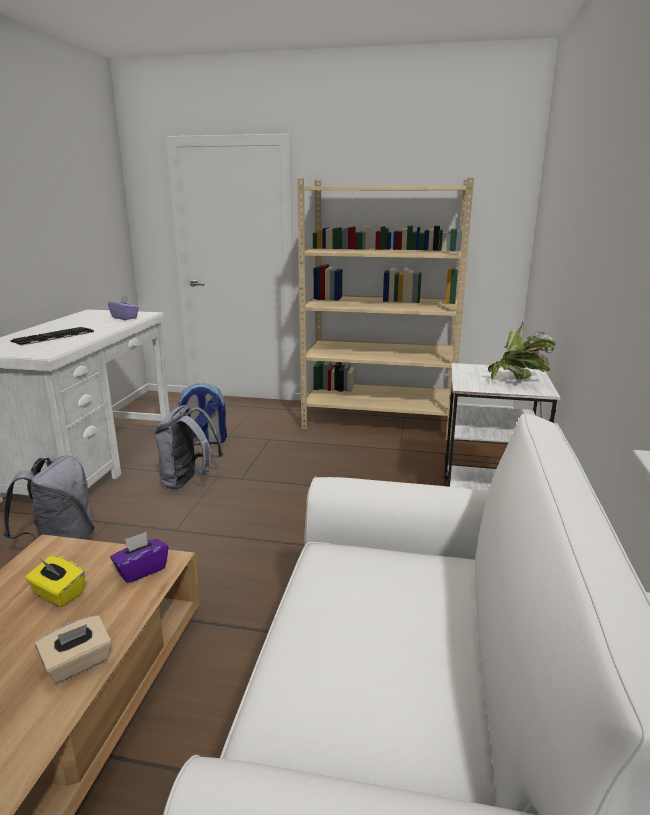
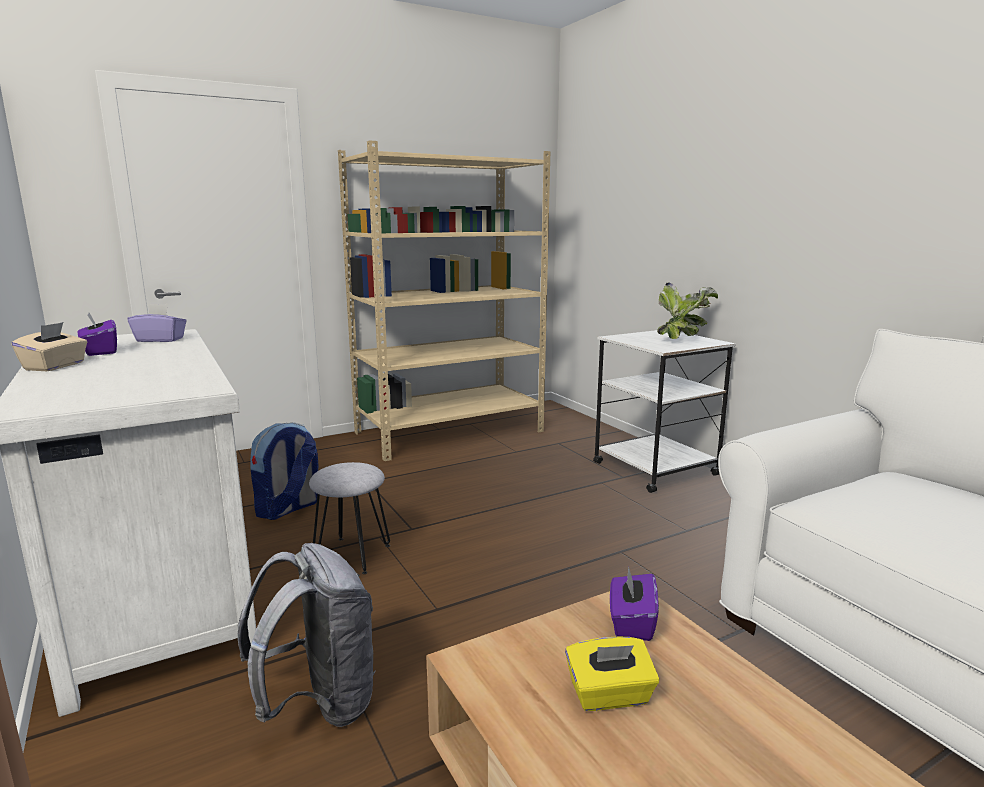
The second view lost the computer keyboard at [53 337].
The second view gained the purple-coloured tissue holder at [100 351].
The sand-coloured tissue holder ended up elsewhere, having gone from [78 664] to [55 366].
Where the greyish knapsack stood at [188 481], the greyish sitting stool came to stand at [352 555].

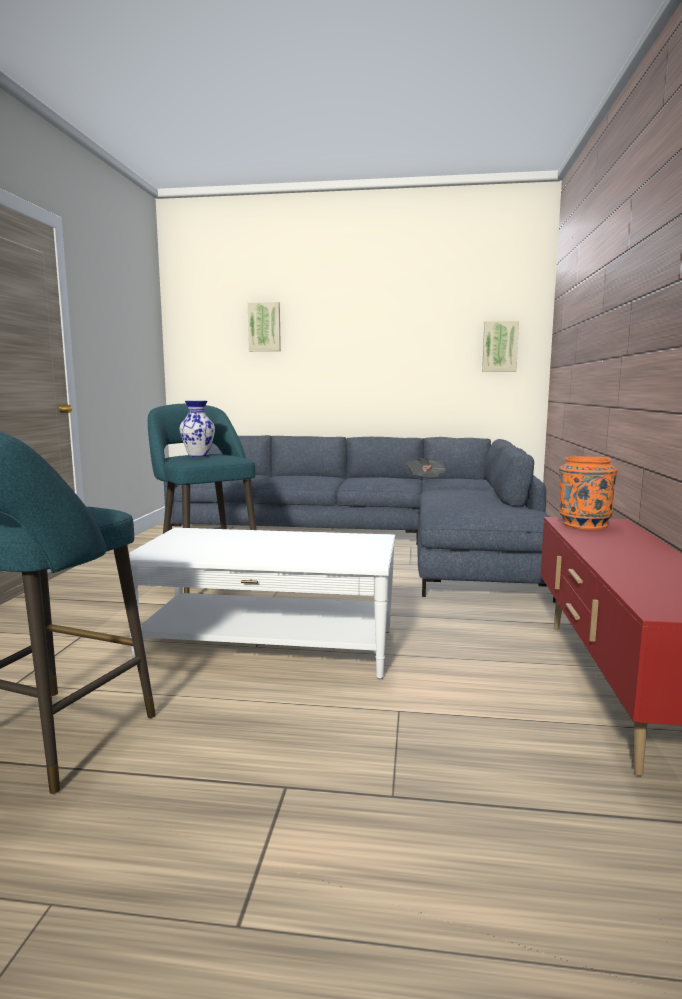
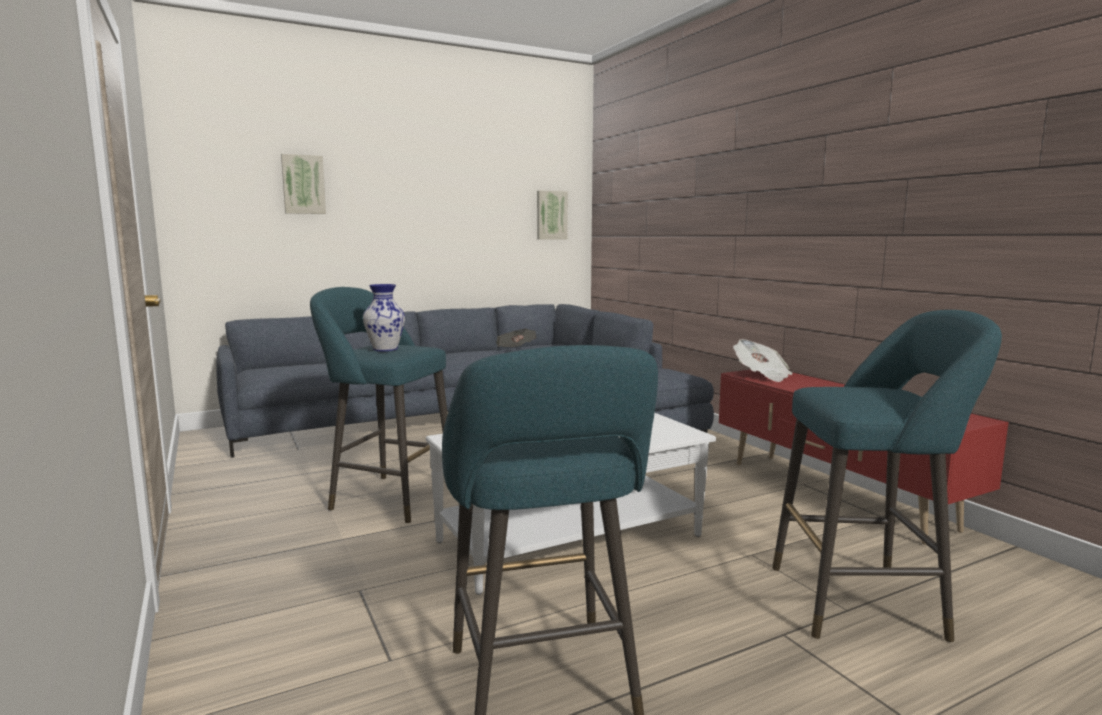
The second view gained the turquoise sitting stool at [865 601].
Where the orangey decorative vase stood at [583 525], the newspaper came to stand at [761 376].

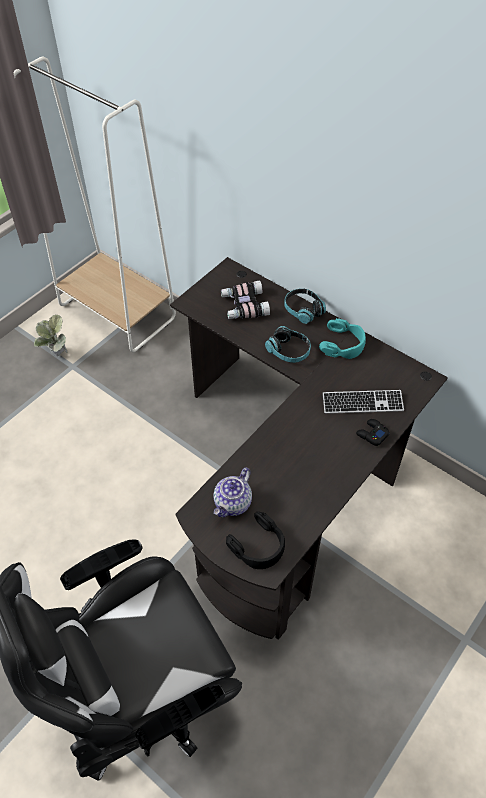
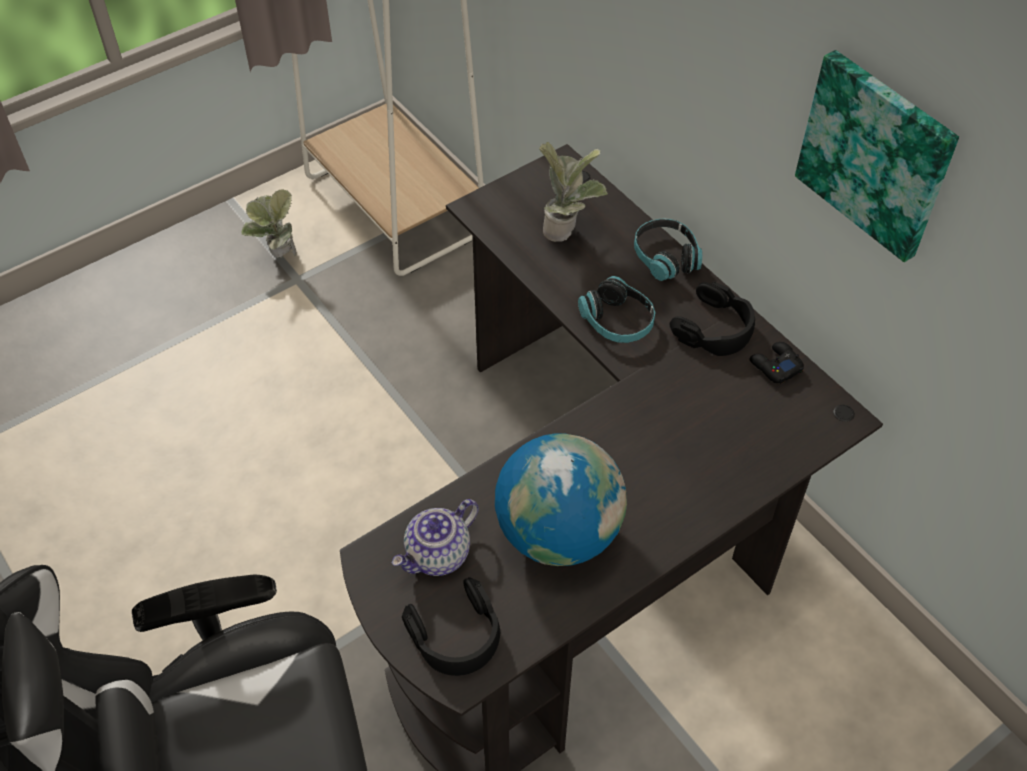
The second view lost the computer keyboard at [362 403].
The second view gained the world globe at [559 533].
The second view gained the wall art at [876 154].
The blackish gamepad ended up elsewhere, having gone from [372 434] to [775 366].
Where the field glasses stood at [243 305], the houseplant came to stand at [567 230].
What was the turquoise headset at [343 344] turned into the blackish headset at [715 328].

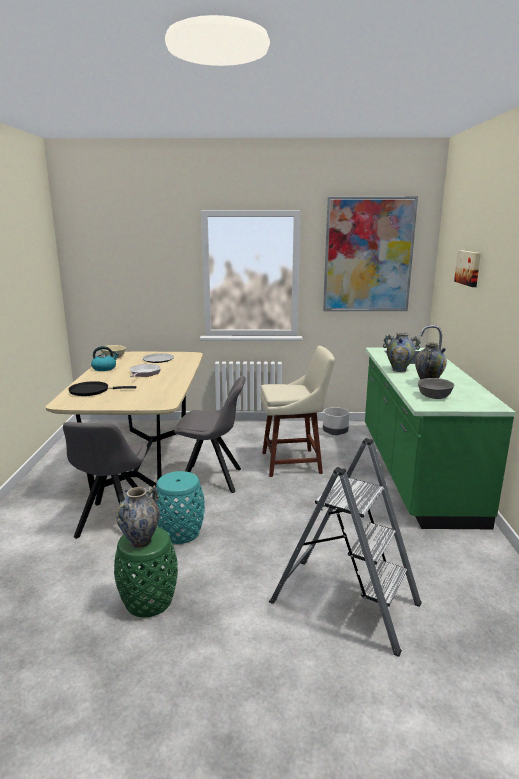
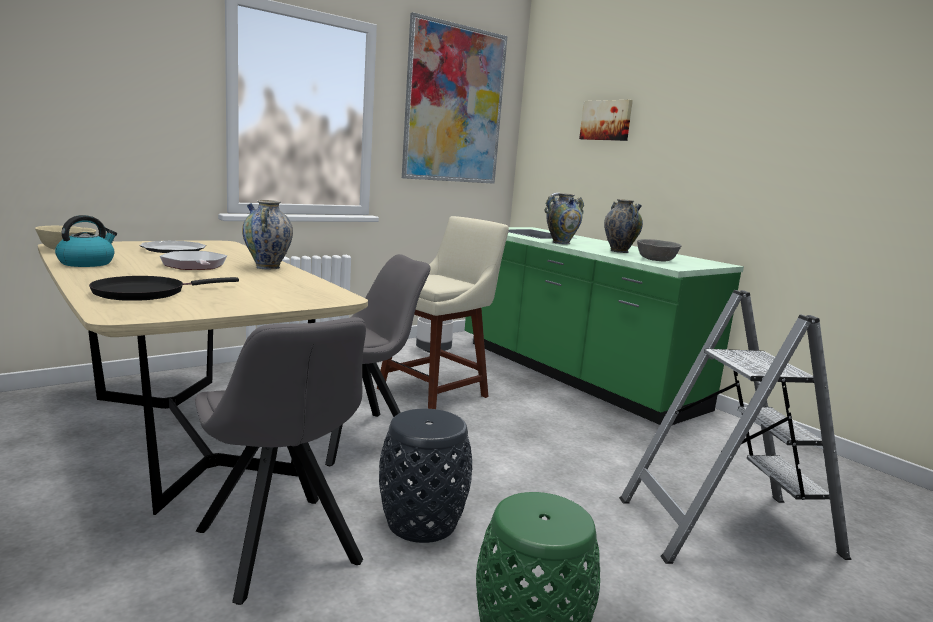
The decorative vase ended up elsewhere, having gone from [140 542] to [267 267].
What was the turquoise sitting stool at [180 533] turned into the blackish sitting stool at [421 523].

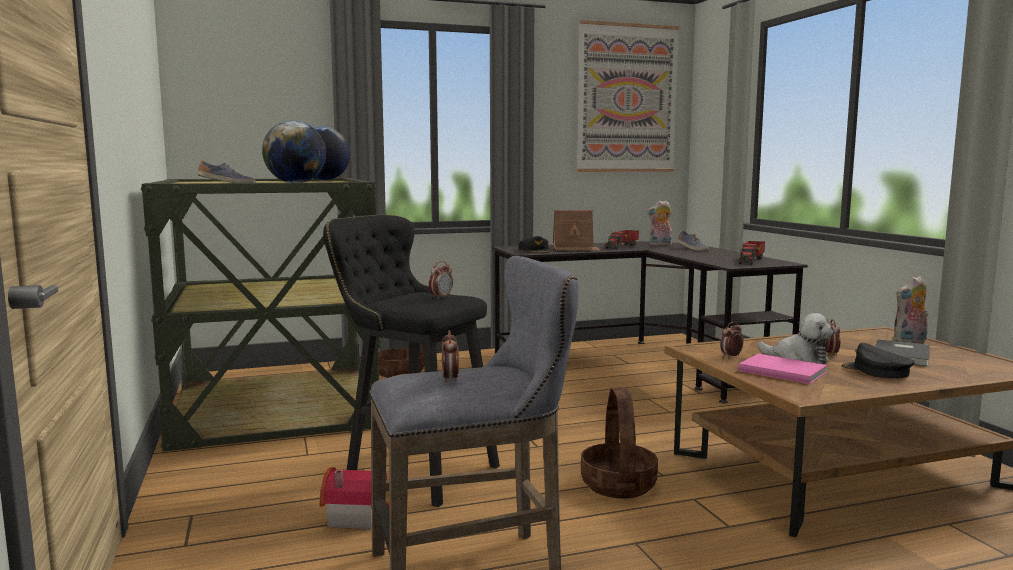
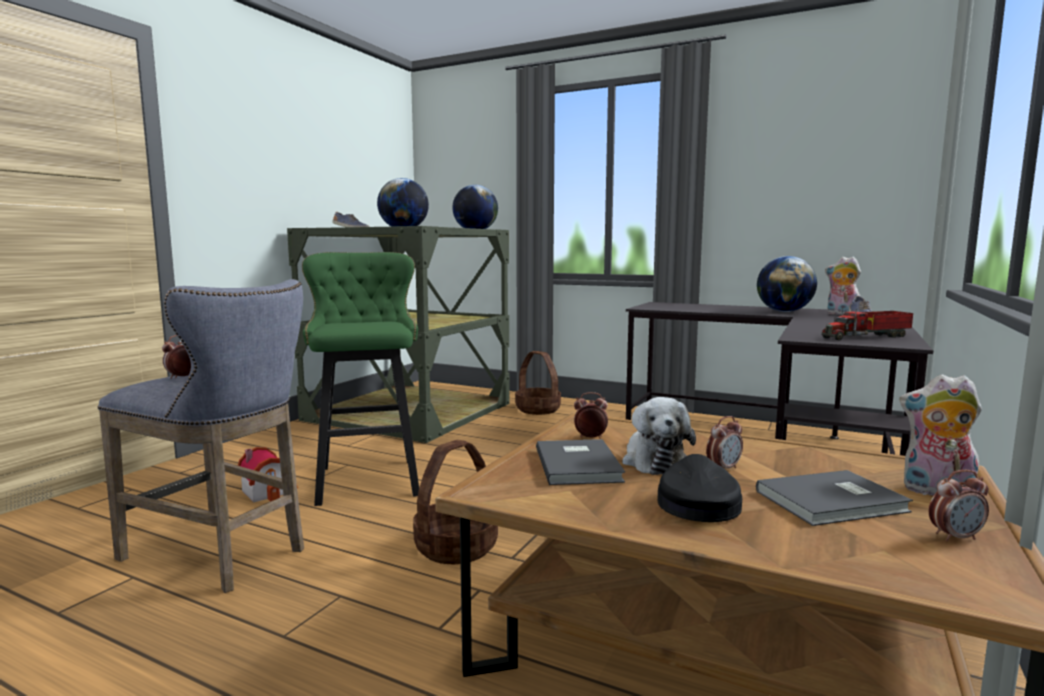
The second view lost the blackish peaked cap at [534 250].
The second view lost the miniature house at [575 249].
The second view lost the wall art at [627 99].
The alarm clock ended up elsewhere, having gone from [441 297] to [955 537].
Where the toy truck stood at [622 246], the world globe came to stand at [784 311].
What was the blackish sitting stool at [410 469] turned into the green sitting stool at [368 475].
What was the pink volume at [781 371] turned into the greyish volume at [580 464].

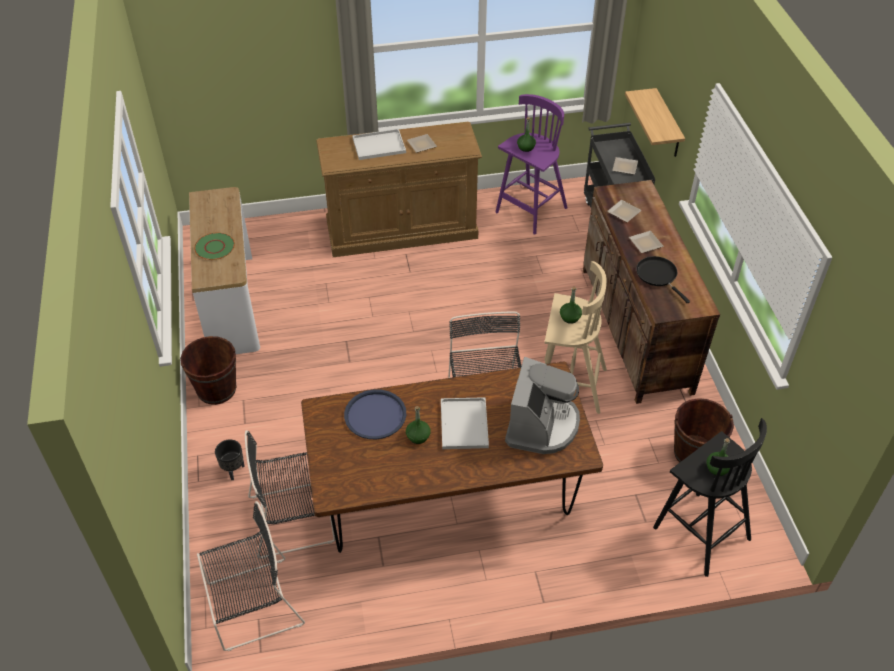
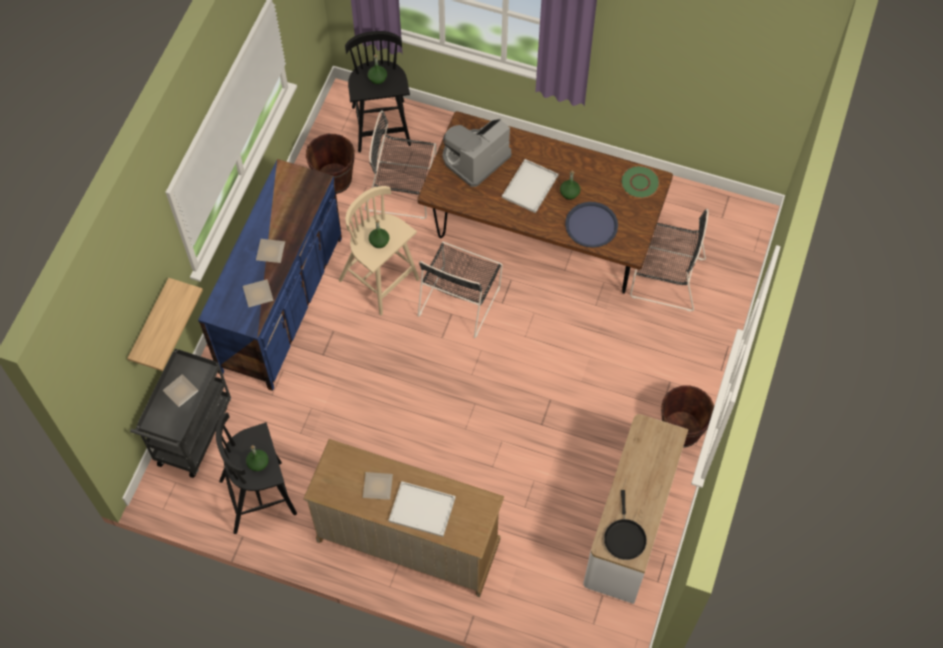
The second view lost the blackish plant pot at [233 471].
The green plate ended up elsewhere, having gone from [215 247] to [639 183].
The blackish plain chair ended up elsewhere, having gone from [251 605] to [404 190].
The blackish pan ended up elsewhere, having gone from [658 276] to [624 537].
What was the purple-coloured sitting stool at [530 211] turned into the blackish sitting stool at [260 496].
What was the brown-coloured storage cabinet at [634 331] turned into the blue storage cabinet at [283 303].

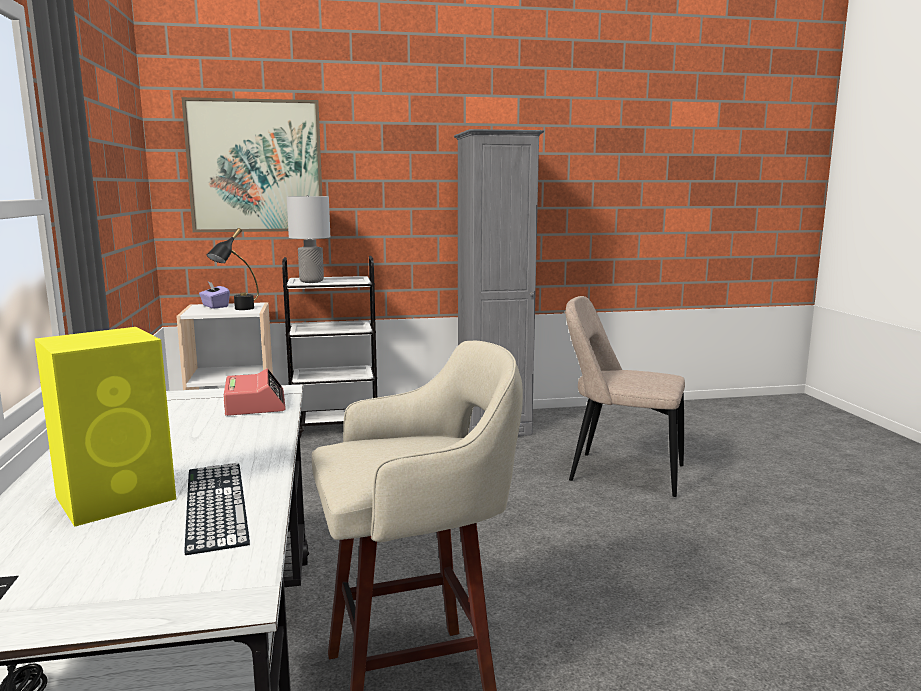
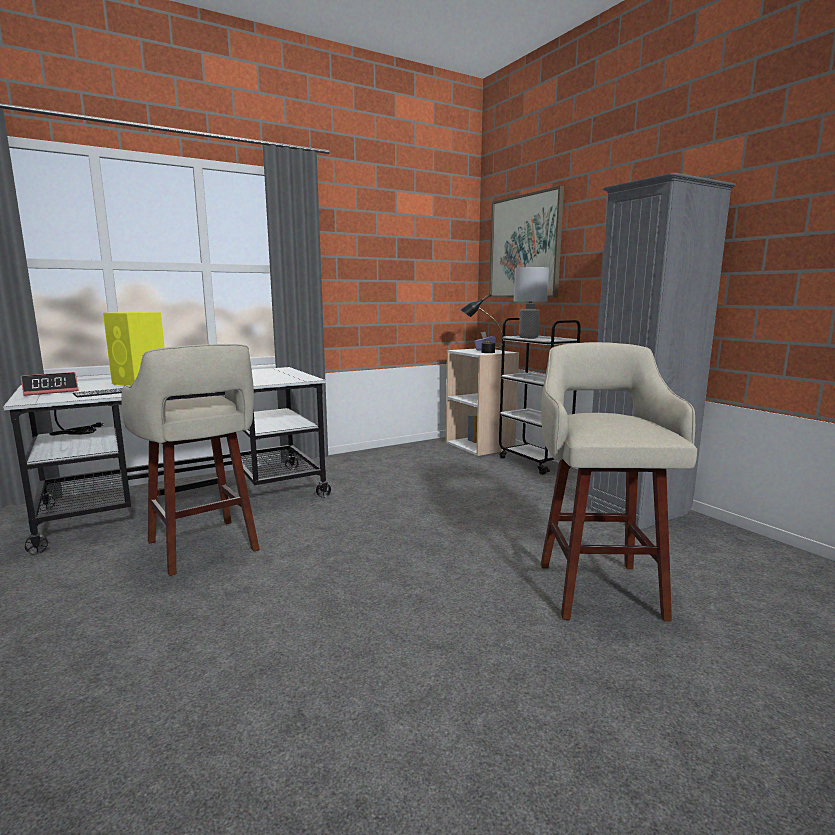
The alarm clock ended up elsewhere, having gone from [255 404] to [51 391].
Where the sand-coloured plain chair stood at [620 473], the sand-coloured sitting stool came to stand at [598 587].

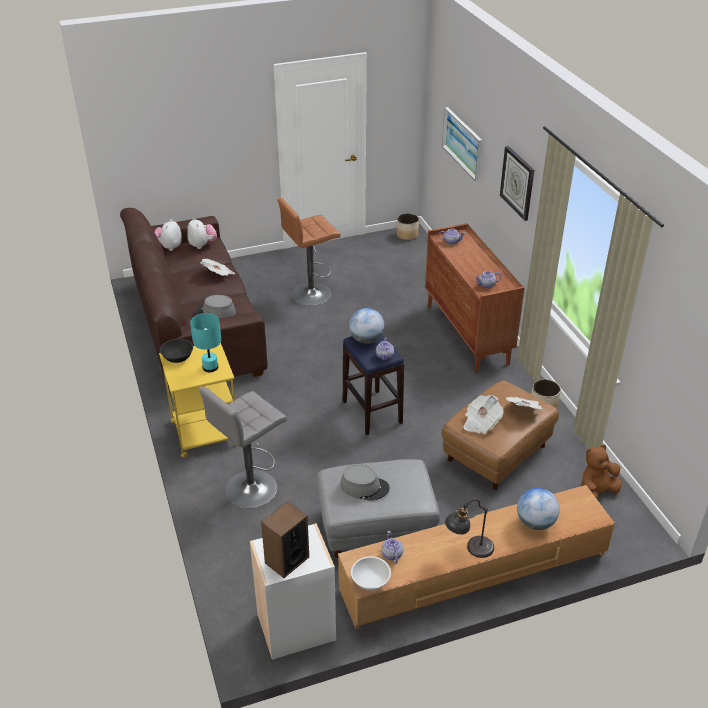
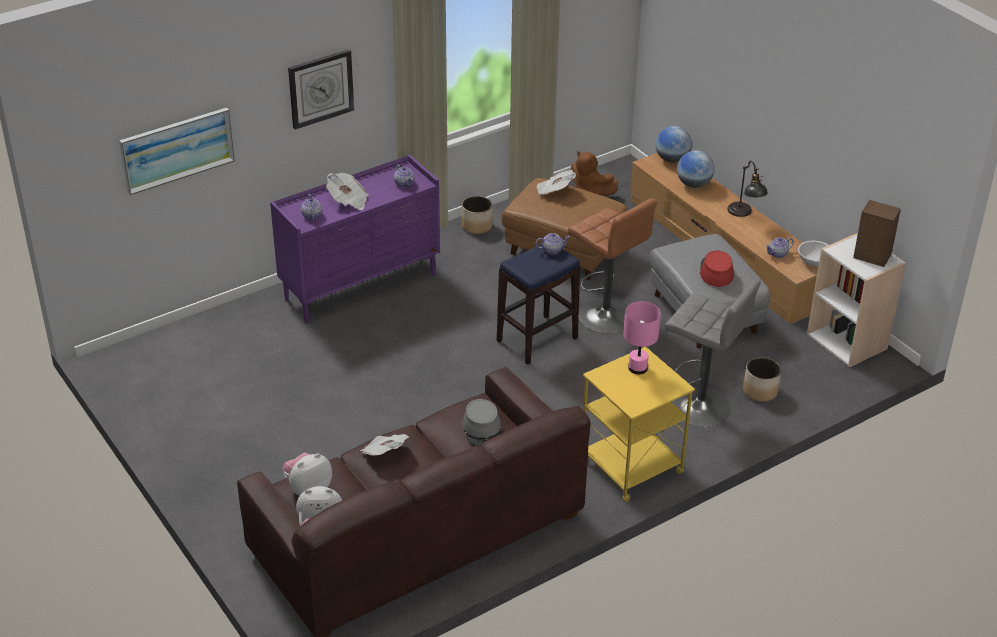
The second view lost the blackish bowl at [178 357].
The brown-coloured sitting stool ended up elsewhere, having gone from [310 294] to [605 316].
The world globe ended up elsewhere, having gone from [366 339] to [672 159].
The plant pot ended up elsewhere, having gone from [407 235] to [759 391].
The newspaper ended up elsewhere, having gone from [481 422] to [348 201].
What was the turquoise table lamp at [210 367] turned into the pink table lamp at [637 368].
What was the greyish hat at [364 487] turned into the red-coloured hat at [716 271].
What was the brown-coloured storage cabinet at [467 334] turned into the purple-coloured storage cabinet at [361 286].

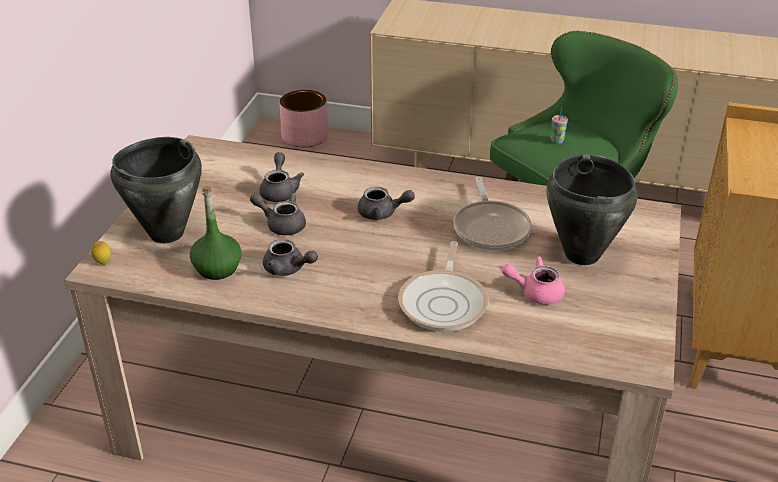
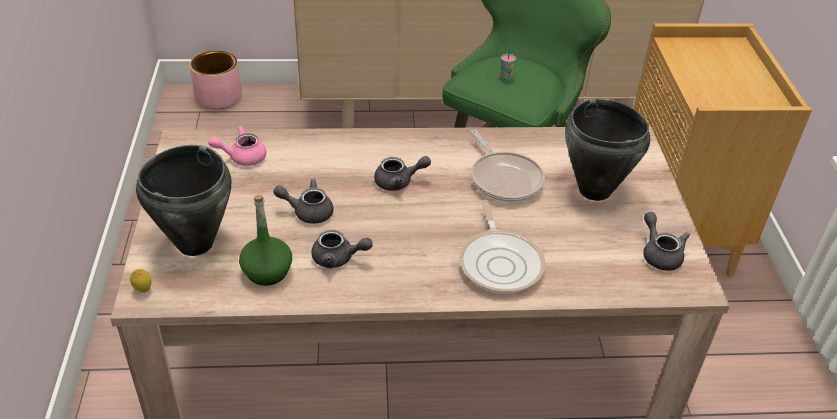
The greyish teapot ended up elsewhere, having gone from [280 191] to [660 254].
The pink teapot ended up elsewhere, having gone from [535 292] to [242 157].

